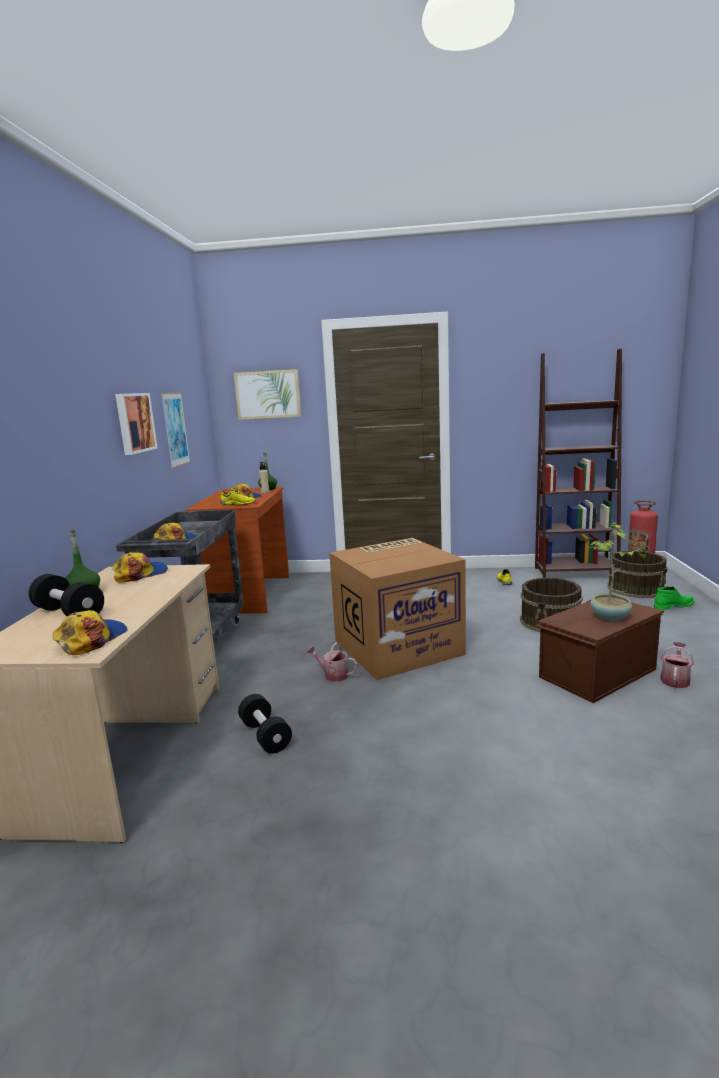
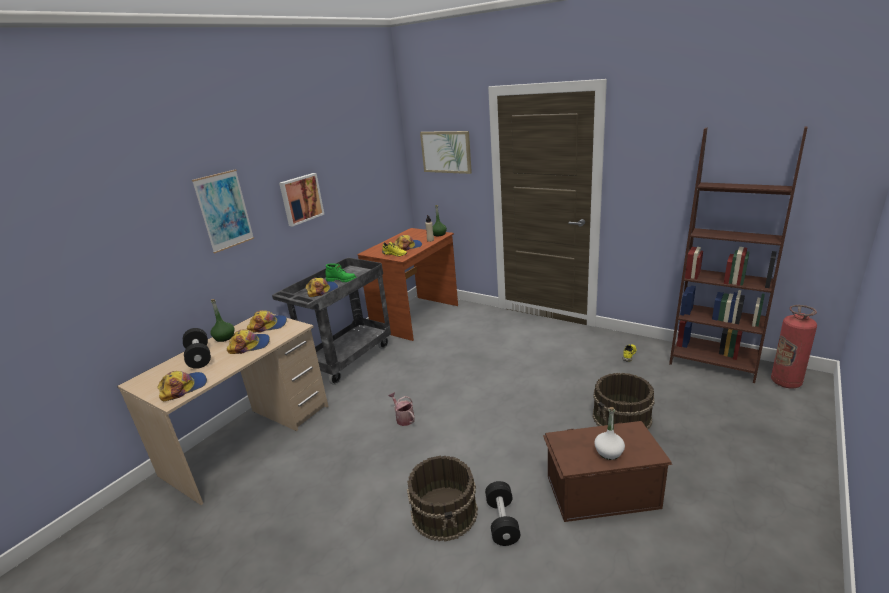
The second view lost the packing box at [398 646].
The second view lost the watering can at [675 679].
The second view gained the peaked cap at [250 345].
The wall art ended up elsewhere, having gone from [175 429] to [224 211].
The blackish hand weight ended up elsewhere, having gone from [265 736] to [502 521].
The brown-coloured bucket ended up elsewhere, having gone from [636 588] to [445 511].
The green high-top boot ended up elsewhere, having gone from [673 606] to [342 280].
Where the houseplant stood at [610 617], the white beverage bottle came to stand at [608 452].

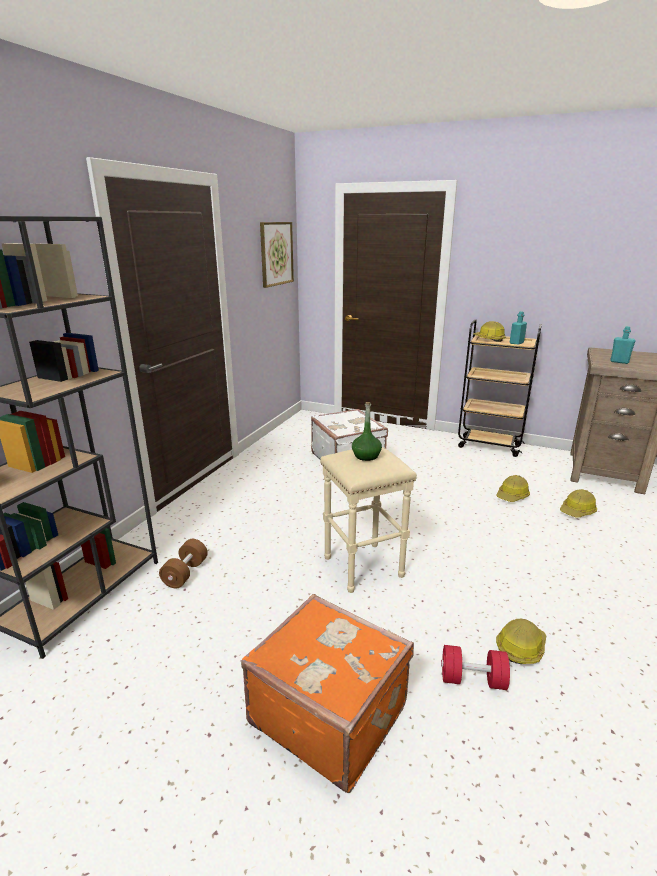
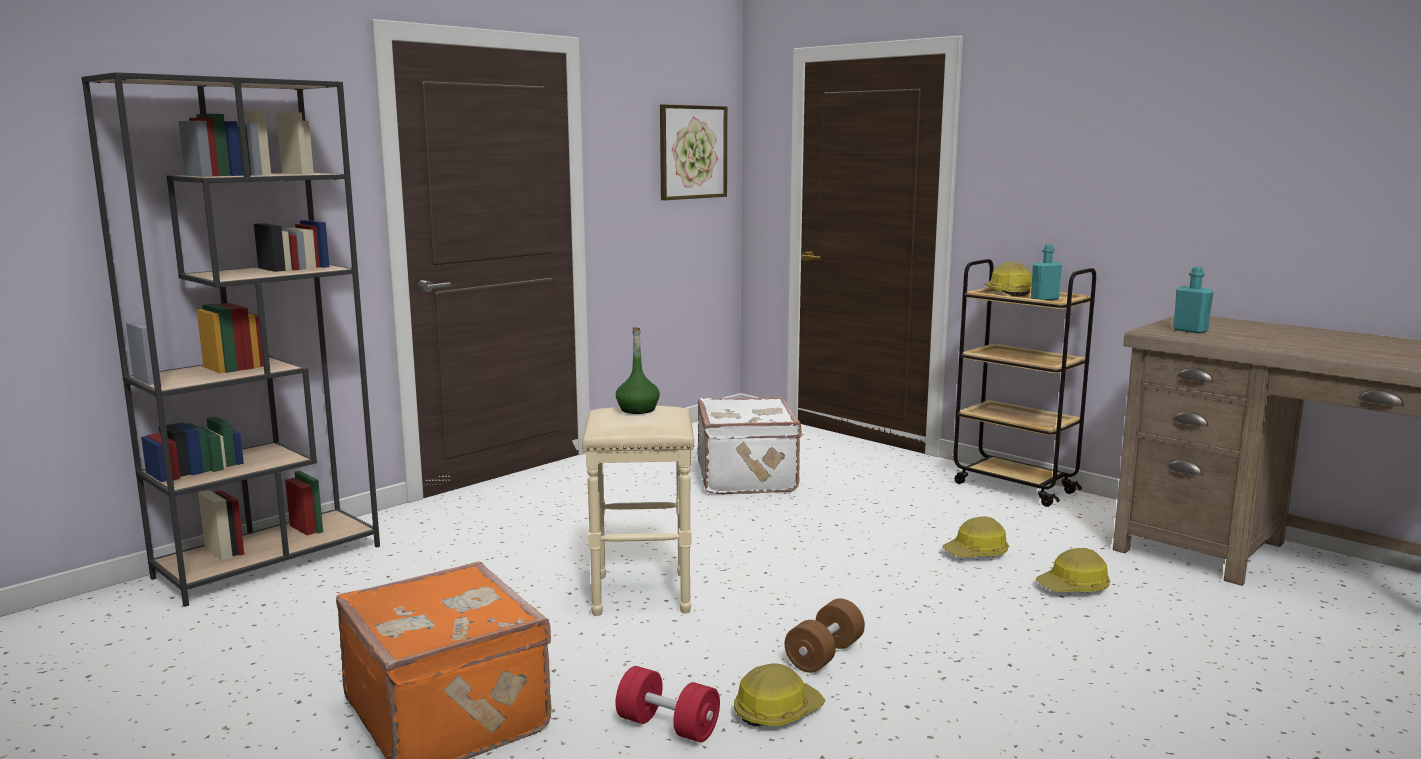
The brown-coloured hand weight ended up elsewhere, having gone from [185 573] to [824 655].

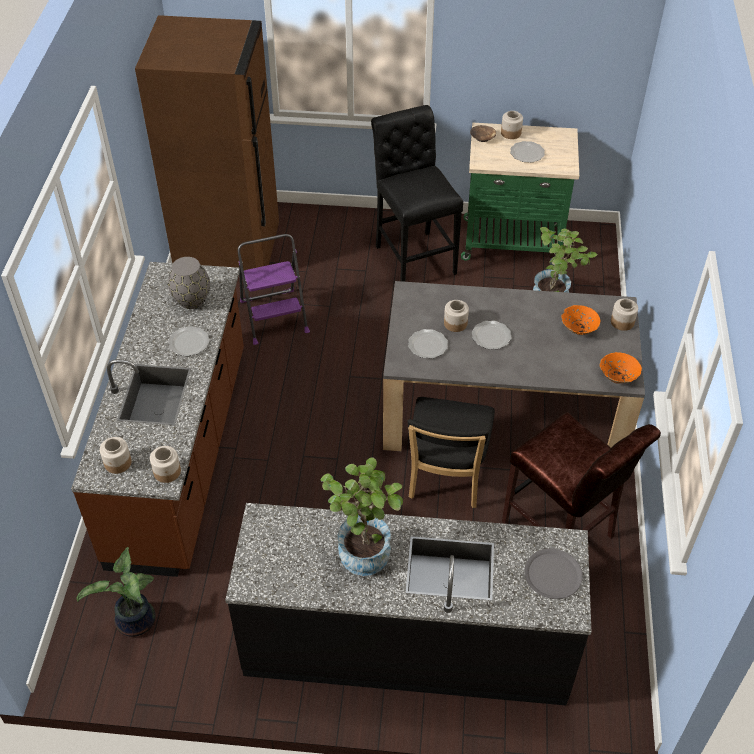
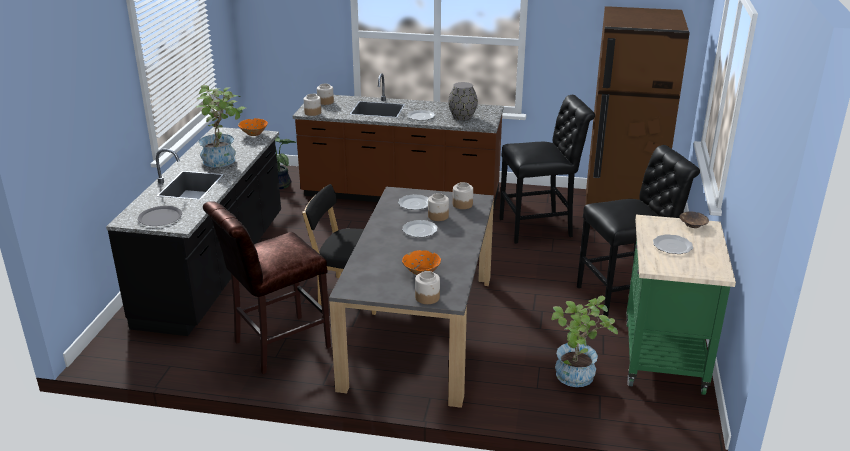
The preserve jar ended up elsewhere, having gone from [510 133] to [462 204].
The orangey bowl ended up elsewhere, having gone from [617 377] to [254 134].
Where the purple-coloured step stool stood at [273 314], the blackish sitting stool came to stand at [540 227].

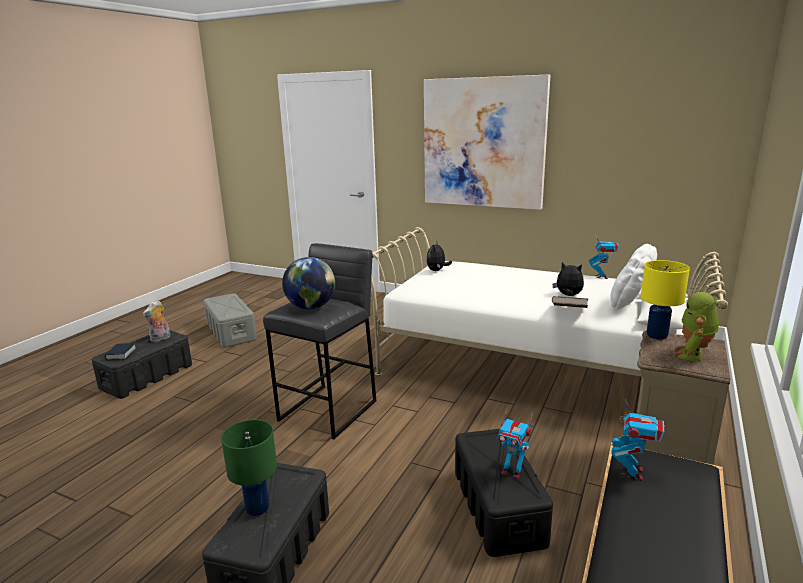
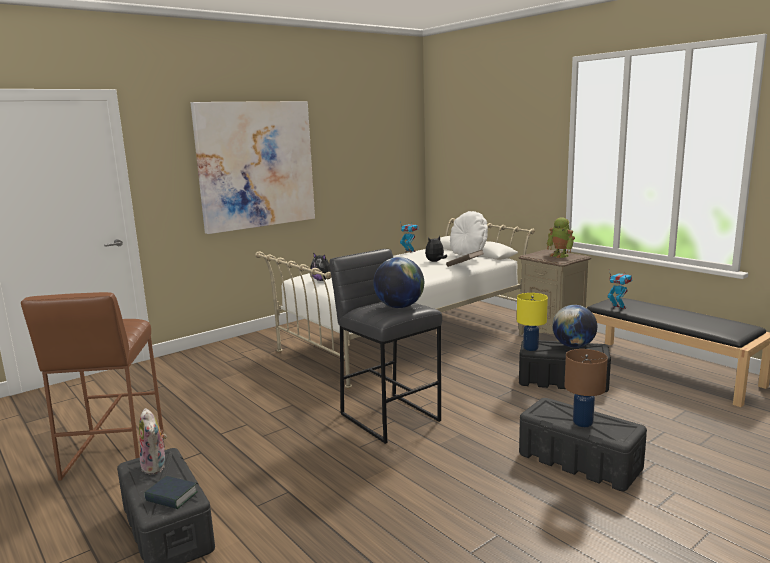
The yellow table lamp ended up elsewhere, having gone from [656 336] to [530 349].
Where the greyish storage bin stood at [231 332], the brown-coloured sitting stool came to stand at [113 455].
Where the model robot stood at [512 471], the world globe came to stand at [573 346].
What was the green table lamp at [259 509] turned into the brown-coloured table lamp at [583 423].

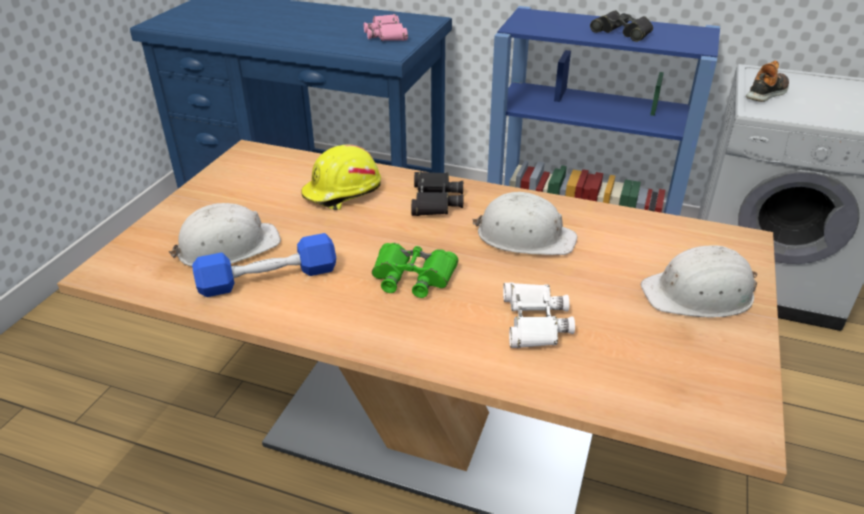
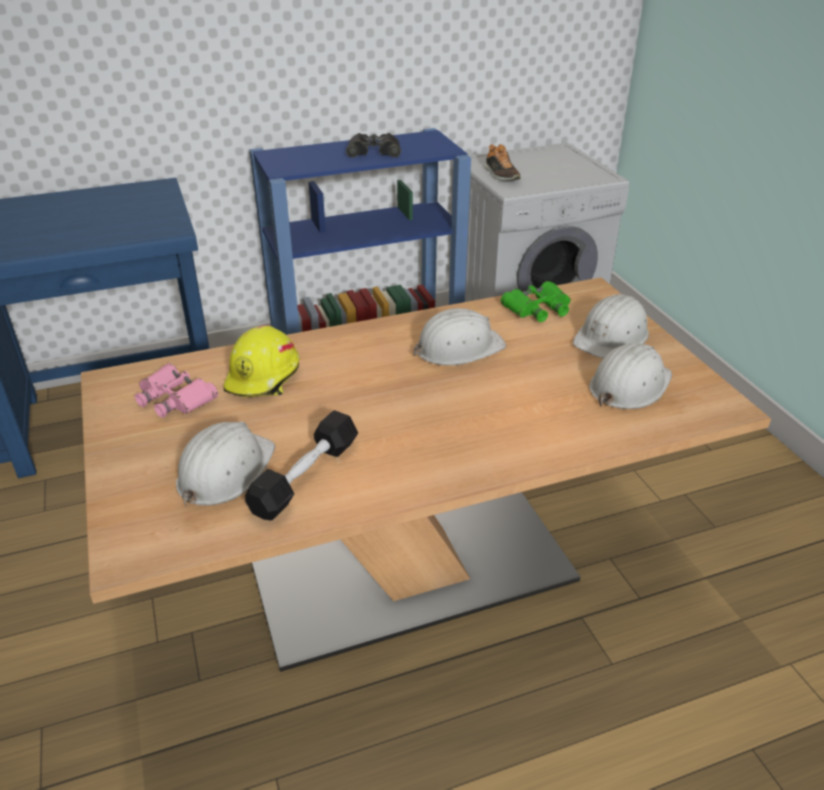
The second view lost the blackish field glasses at [435 200].
The second view lost the white field glasses at [534 321].
The second view gained the white safety helmet at [629 385].
The pink field glasses ended up elsewhere, having gone from [386 35] to [175 398].
The green field glasses ended up elsewhere, having gone from [413 276] to [537 308].
What was the blue hand weight at [268 278] turned into the blackish hand weight at [305 477].
The shoe at [767 93] ended up facing another way, 150 degrees clockwise from before.

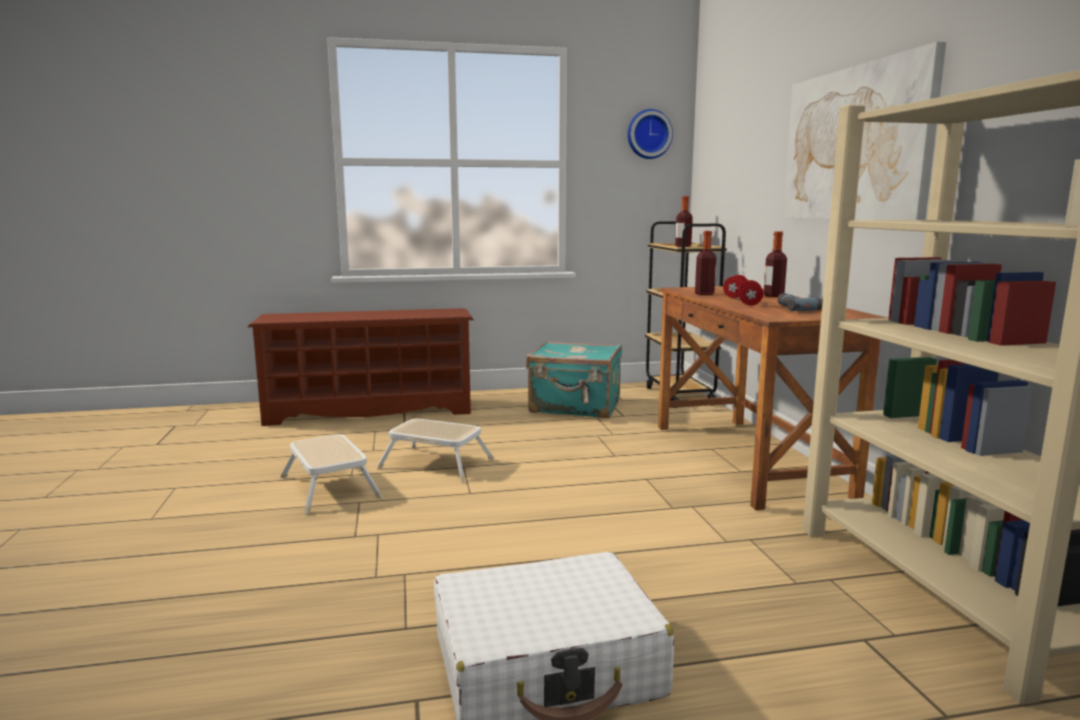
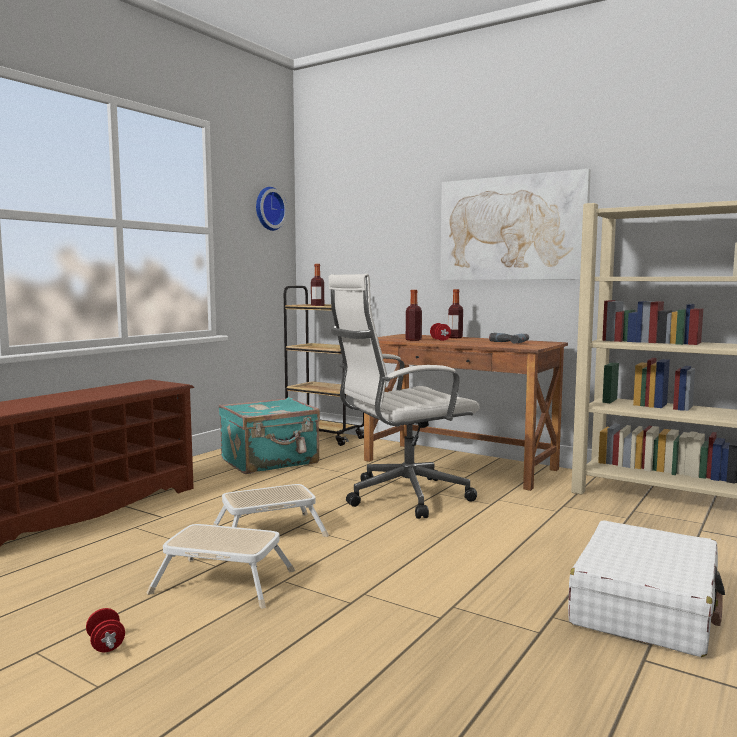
The second view gained the white office chair at [401 497].
The red-coloured hand weight ended up elsewhere, having gone from [749 304] to [106 645].

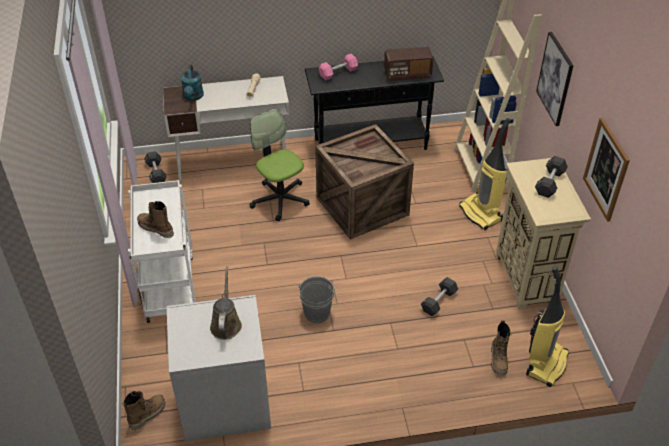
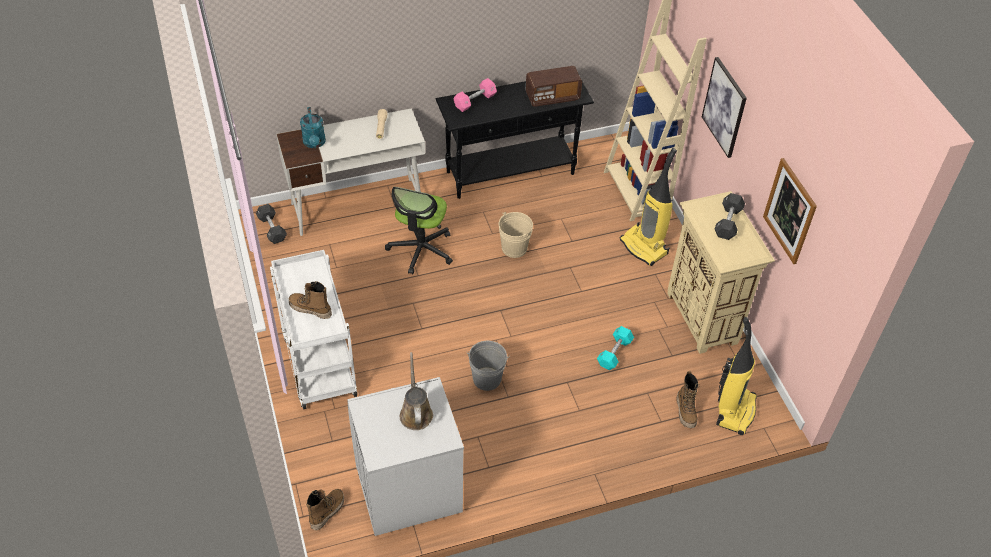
Where the packing crate stood at [362 205], the sand-coloured bucket came to stand at [514 248].
What was the blackish hand weight at [438 301] turned into the turquoise hand weight at [614 353].
The office chair at [280 199] ended up facing another way, 120 degrees counterclockwise from before.

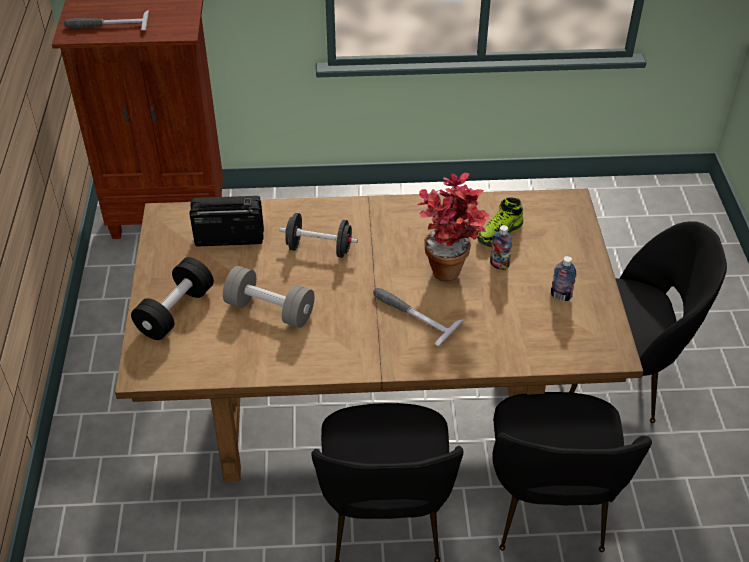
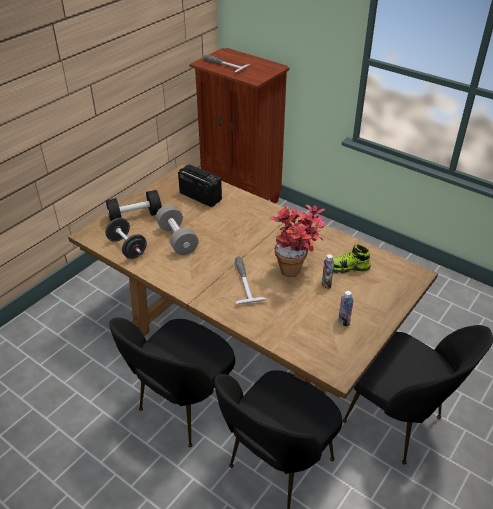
The blackish hand weight ended up elsewhere, having gone from [319 248] to [127 248].

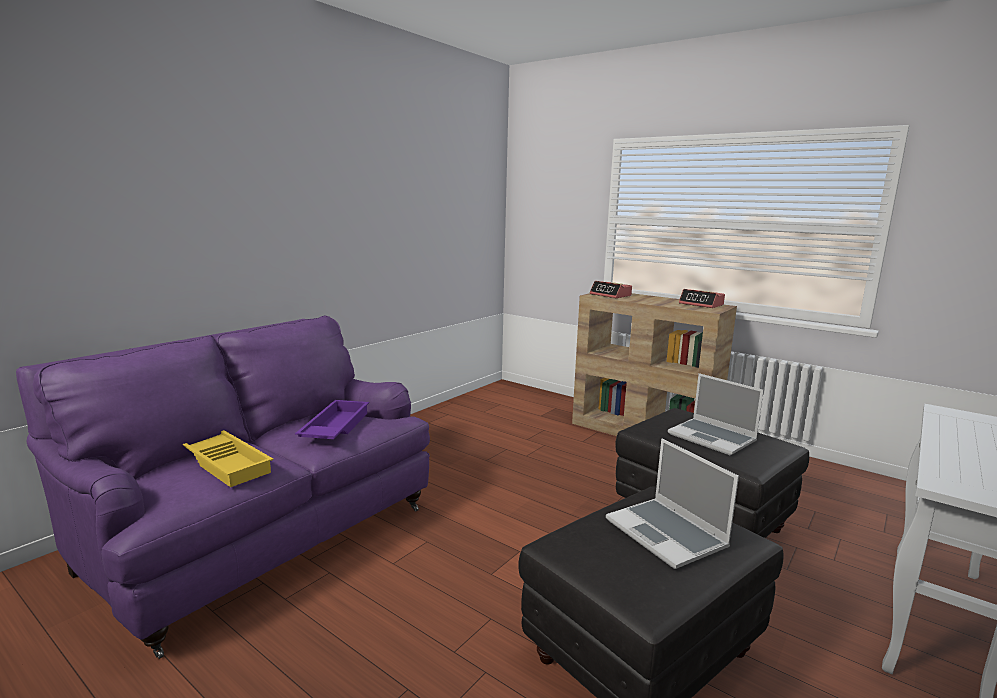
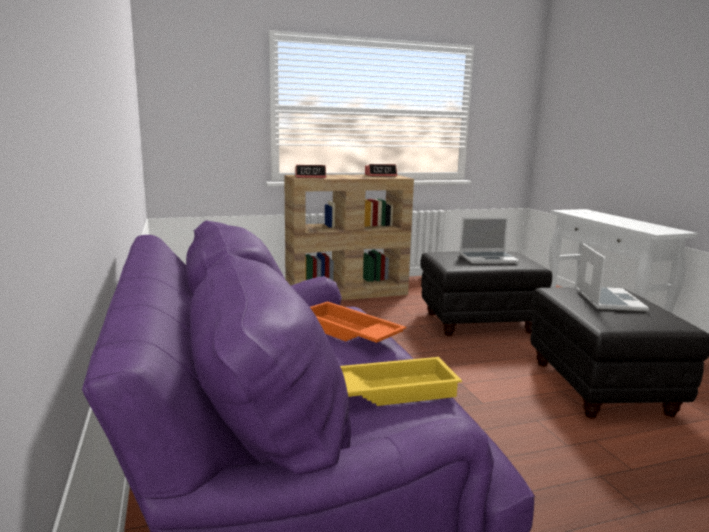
What was the purple-coloured tray at [334 428] turned into the orangey tray at [347 332].
The laptop at [667 534] ended up facing another way, 90 degrees counterclockwise from before.

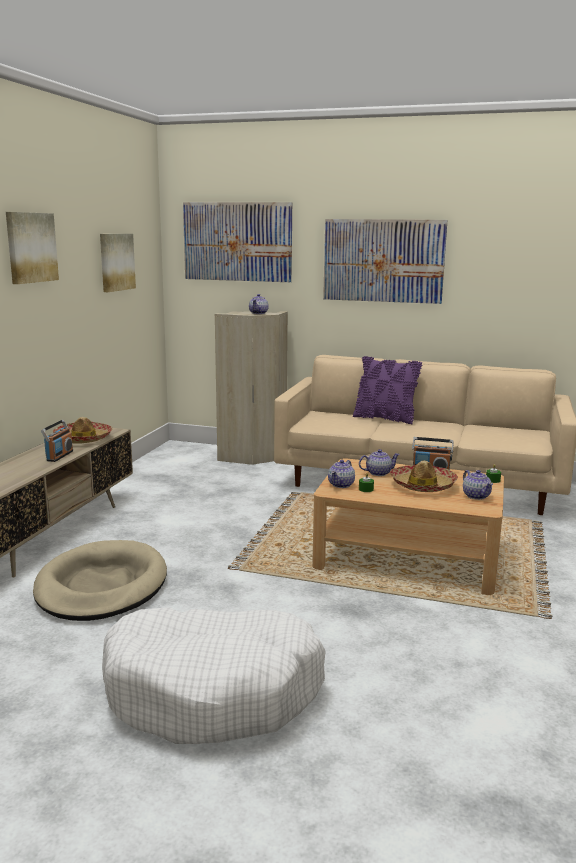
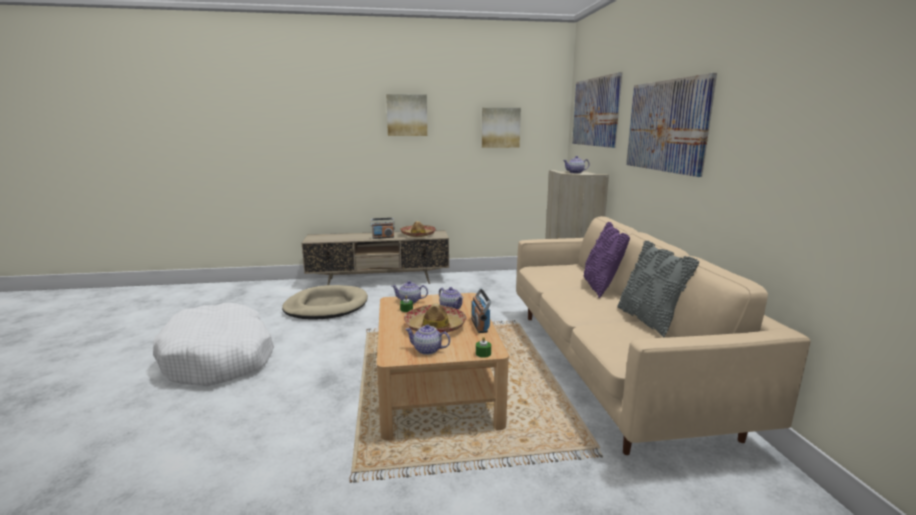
The second view gained the greyish cushion at [649 320].
The teapot at [476 496] ended up facing another way, 60 degrees clockwise from before.

